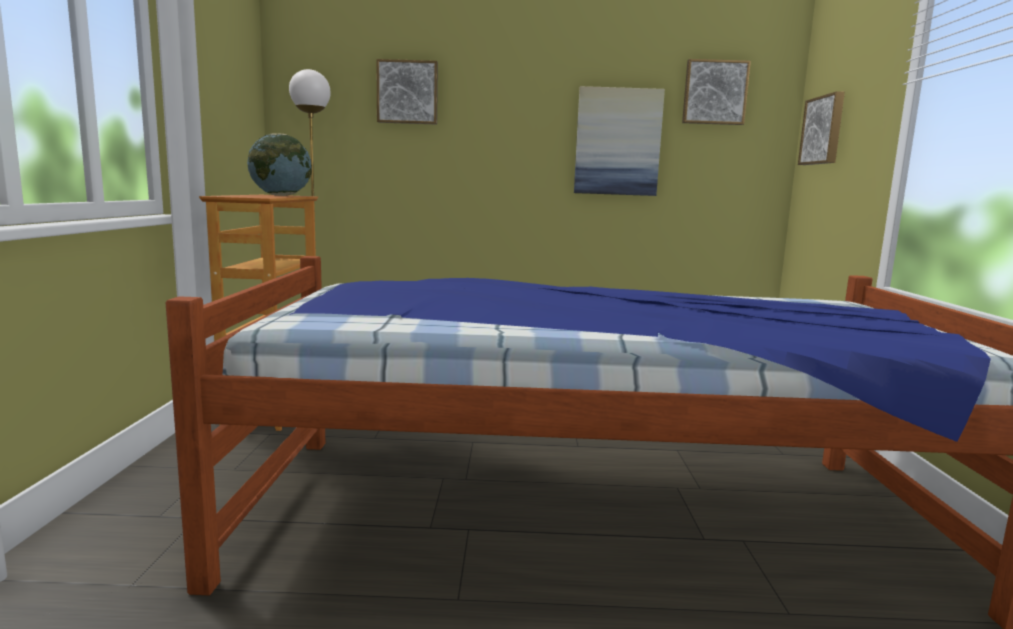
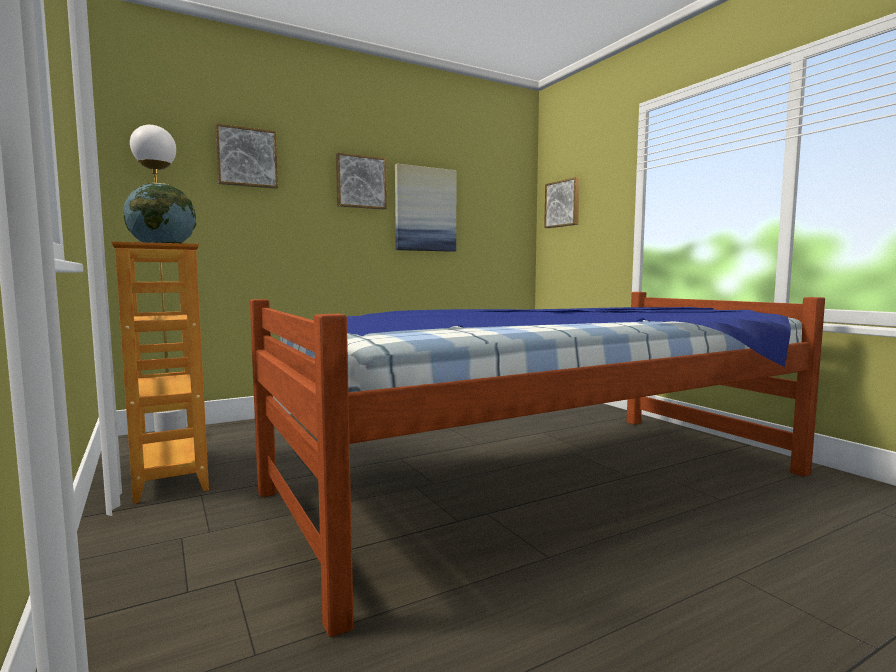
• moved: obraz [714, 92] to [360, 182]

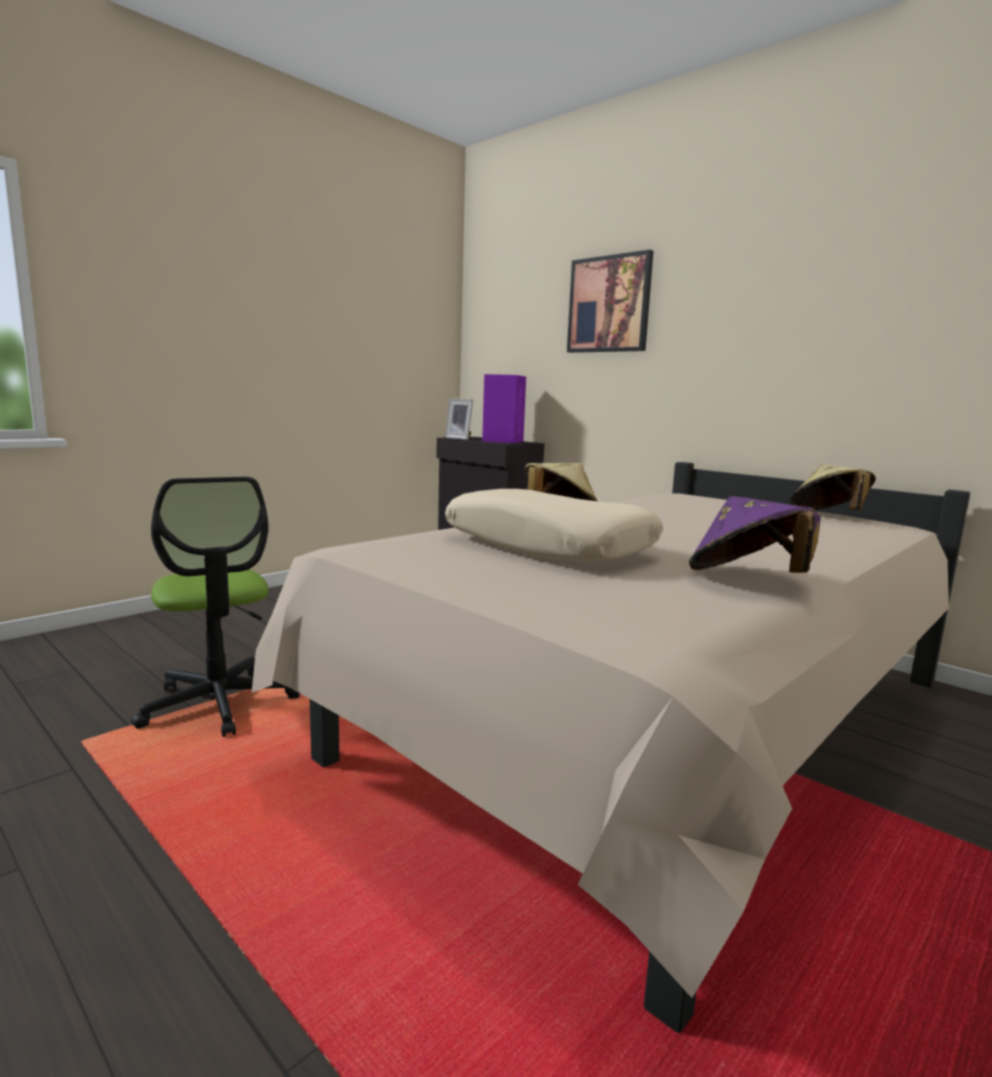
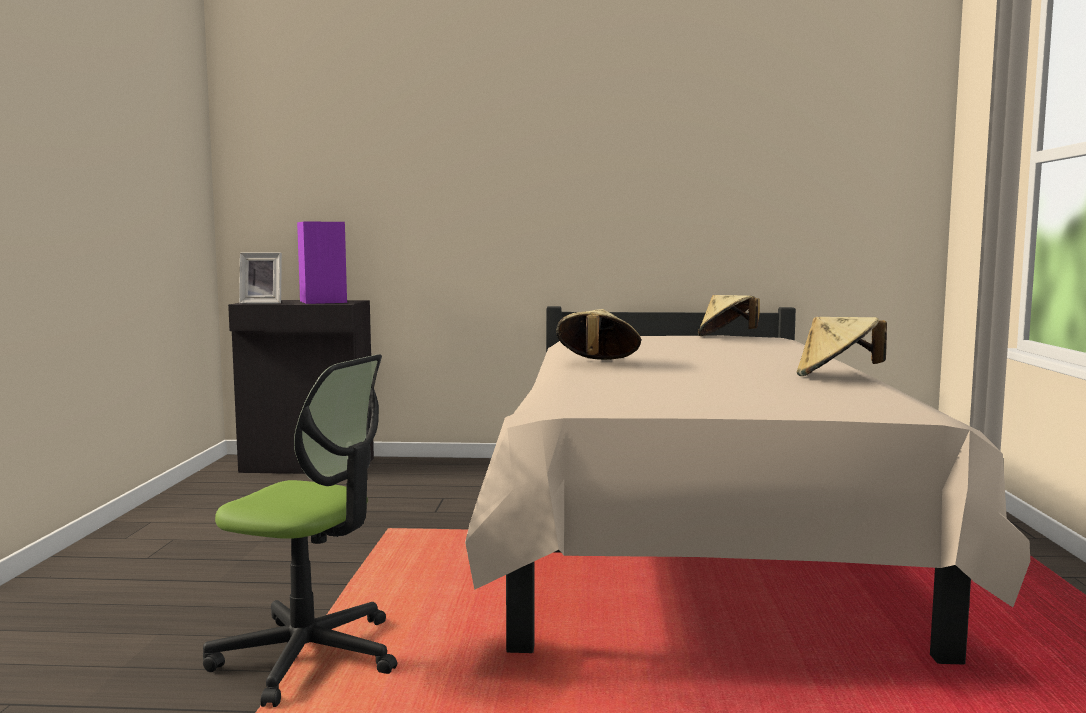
• recoloured: kapelusz (fioletowy) [746, 579] to kapelusz (beżowy) [836, 376]
• removed: poduszka (beżowy) [548, 546]
• removed: obraz [609, 304]

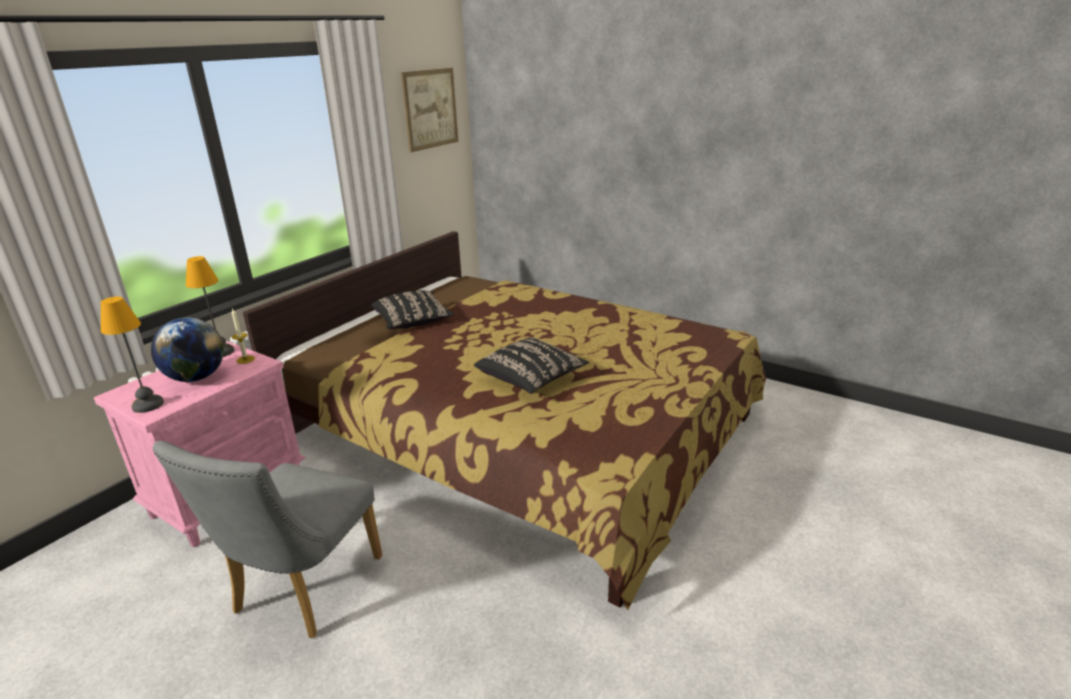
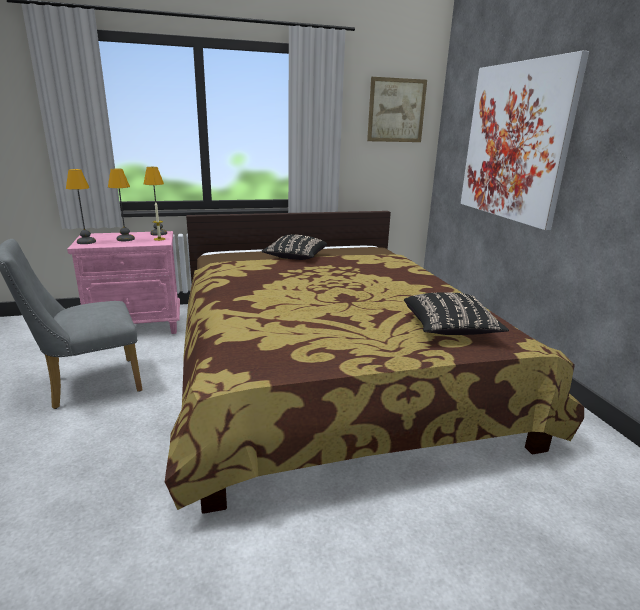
• replaced: globus [196, 377] to lampa stołowa [125, 239]
• moved: poduszka (czarny) [531, 379] to [449, 329]
• added: obraz [515, 142]

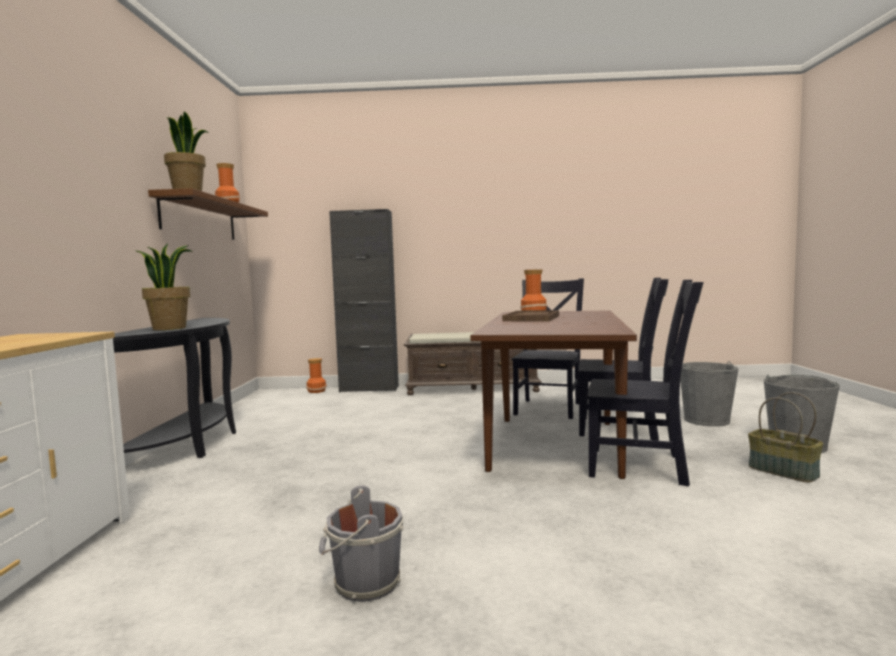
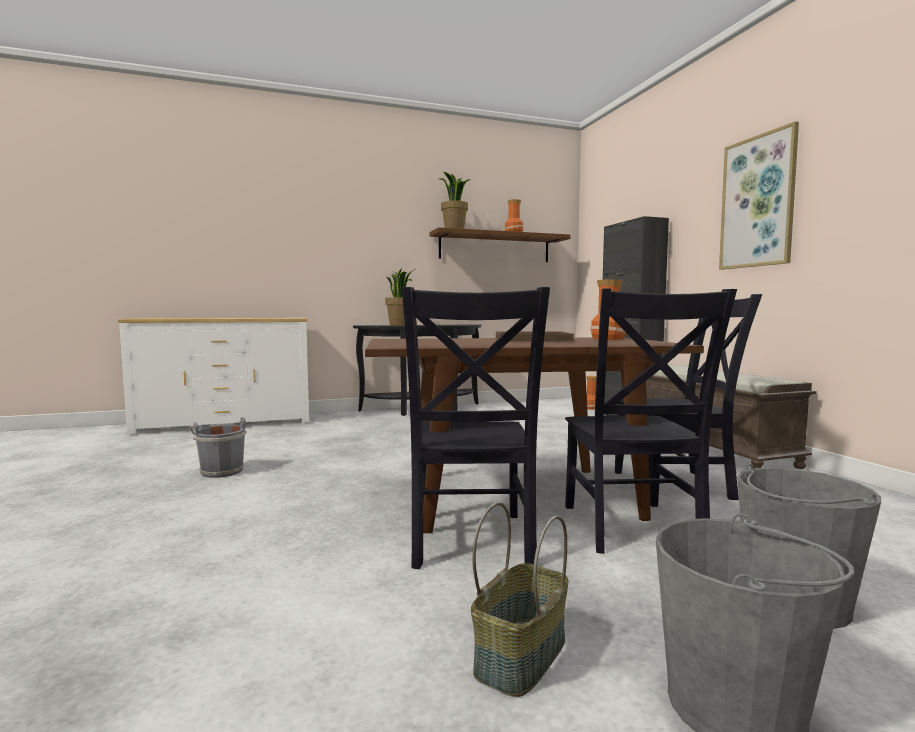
• added: obraz [757, 202]

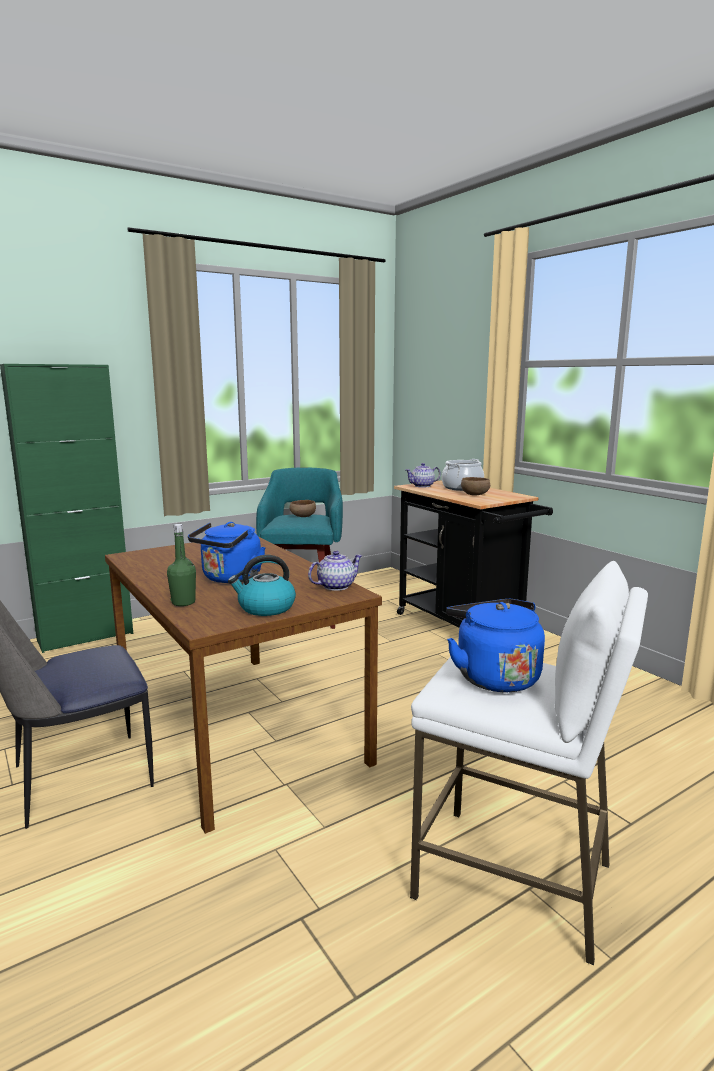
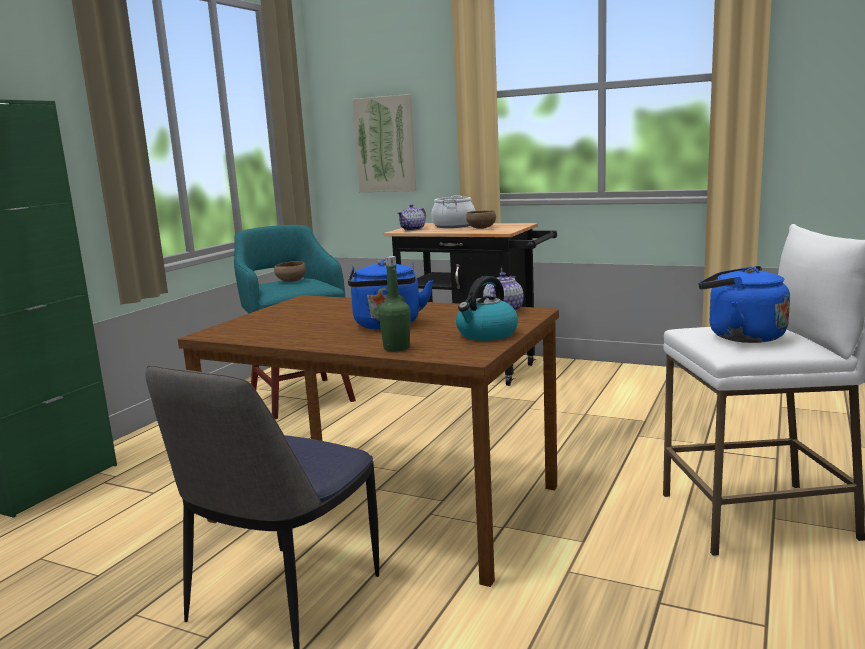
• added: obraz [385, 144]

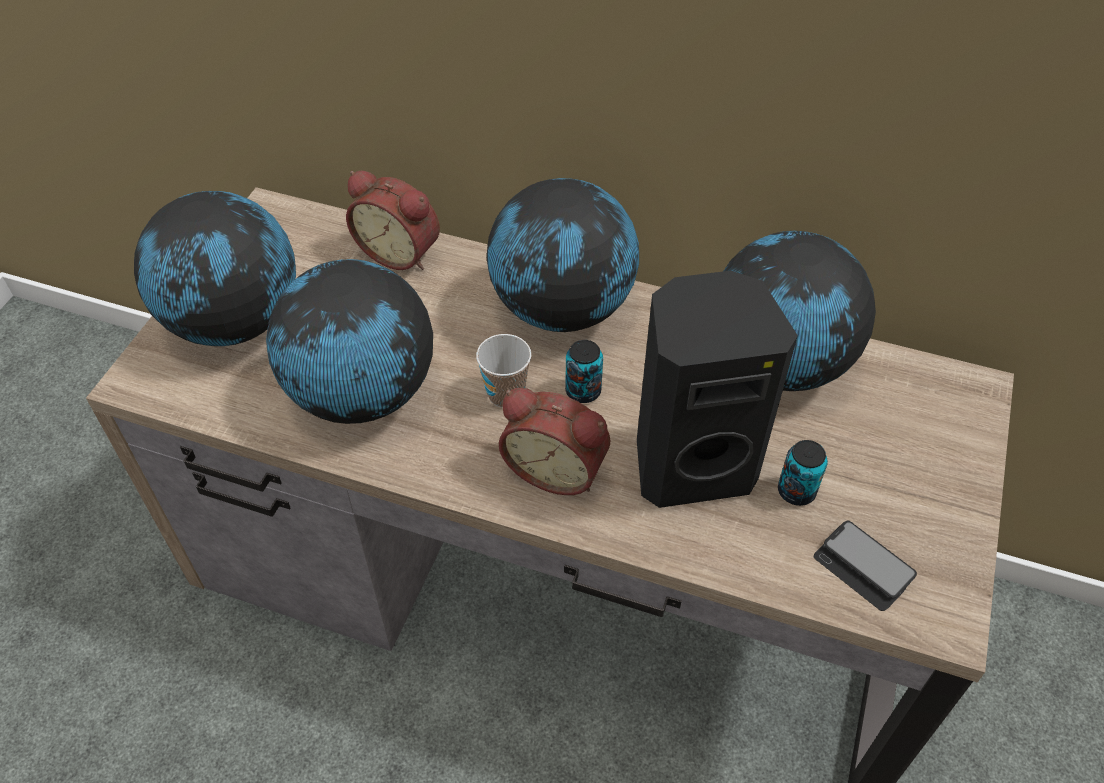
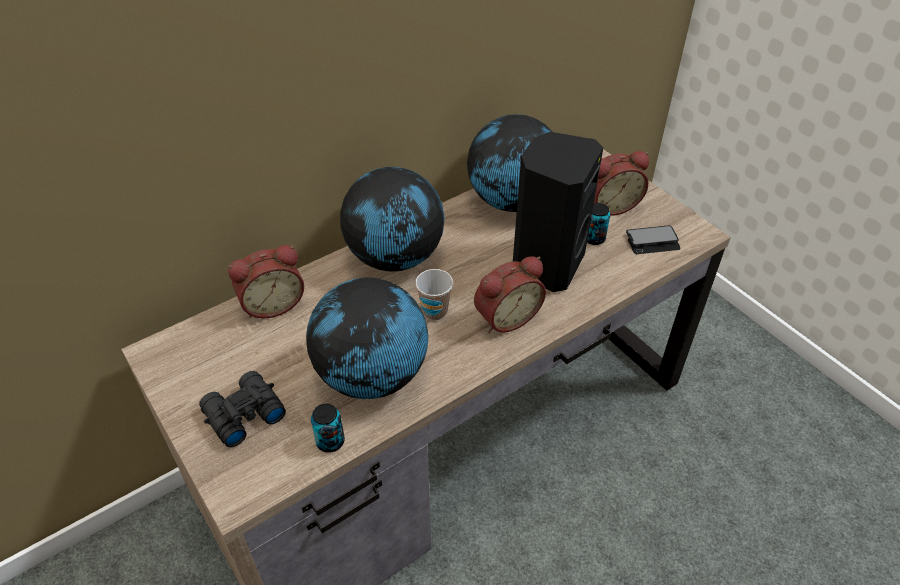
• replaced: globus [236, 322] to lornetka (czarny) [242, 414]
• moved: puszka [583, 391] to [330, 441]
• added: budzik [610, 204]

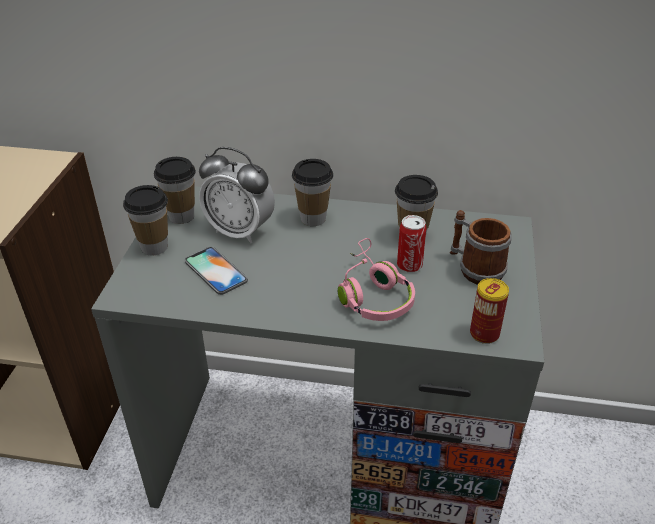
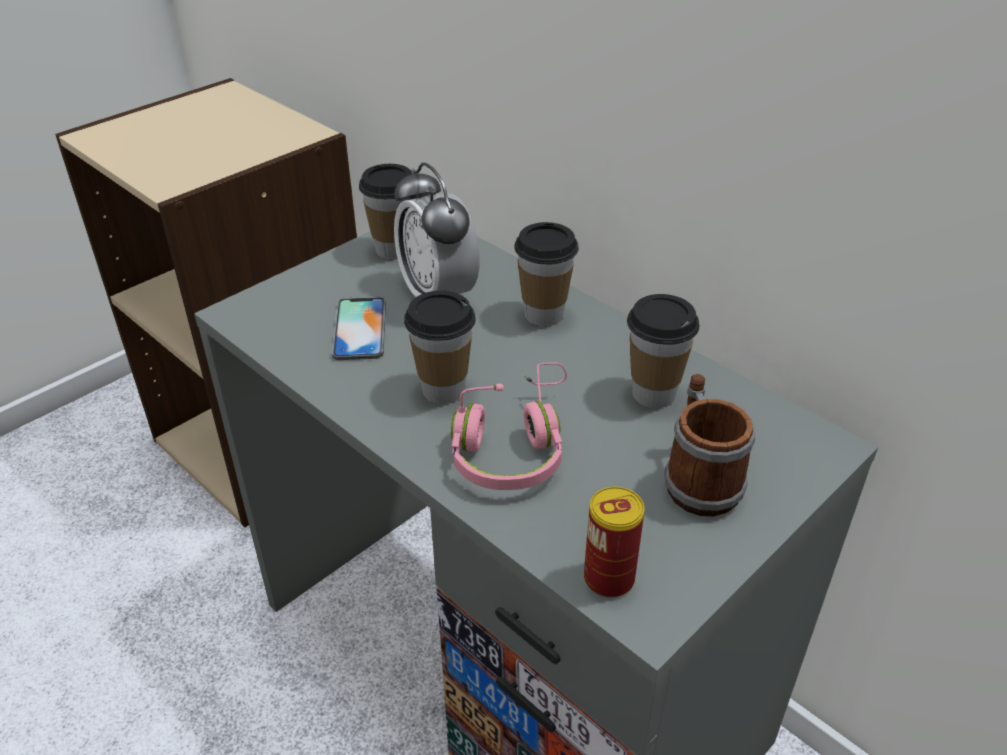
• moved: filiżanka [154, 247] to [443, 390]
• removed: puszka [409, 265]

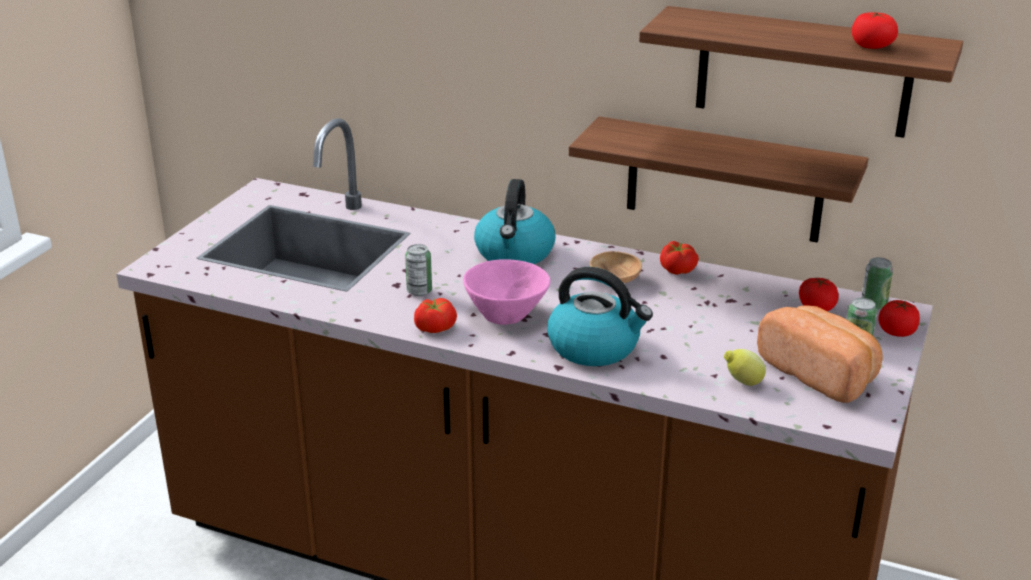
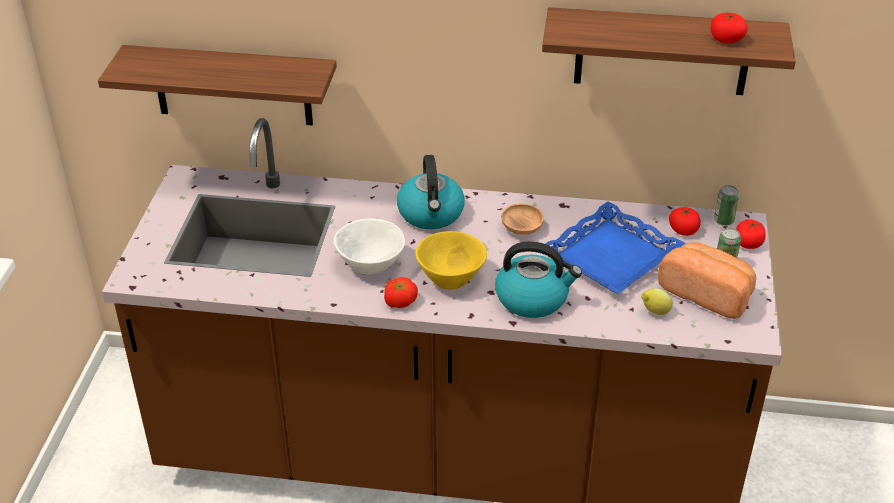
• moved: półka [724, 180] to [232, 85]
• replaced: puszka [419, 291] to miska (biały) [371, 266]
• recoloured: miska (różowy) [508, 314] to miska (żółty) [453, 278]
• added: taca (niebieski) [611, 255]
• removed: pomidor [678, 269]

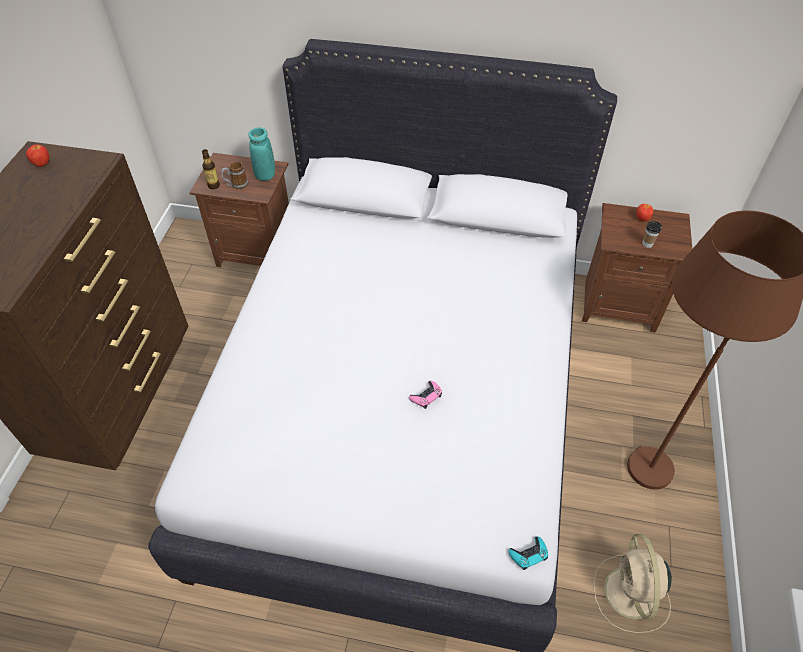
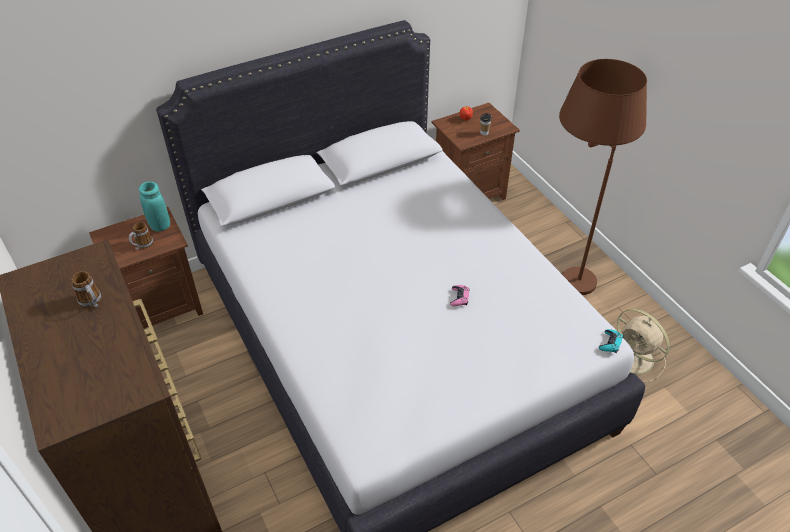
• added: kubek [92, 302]
• removed: jabłko [42, 164]
• removed: butelka [214, 186]

